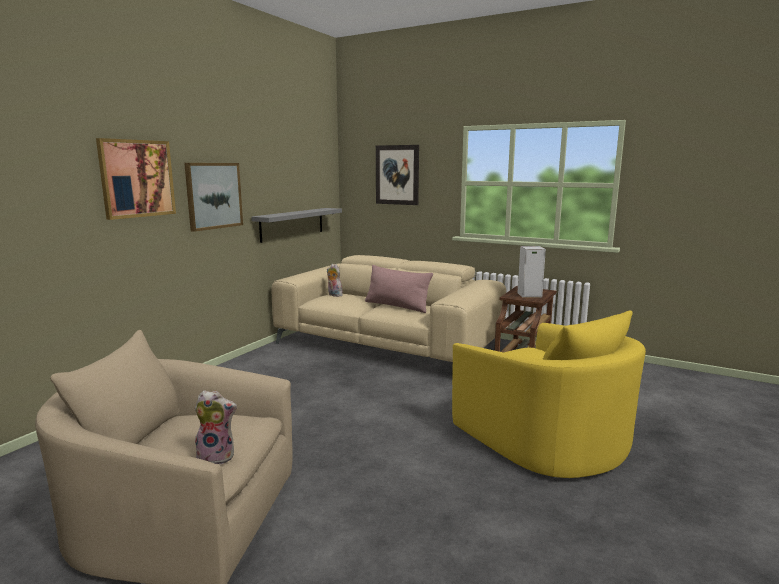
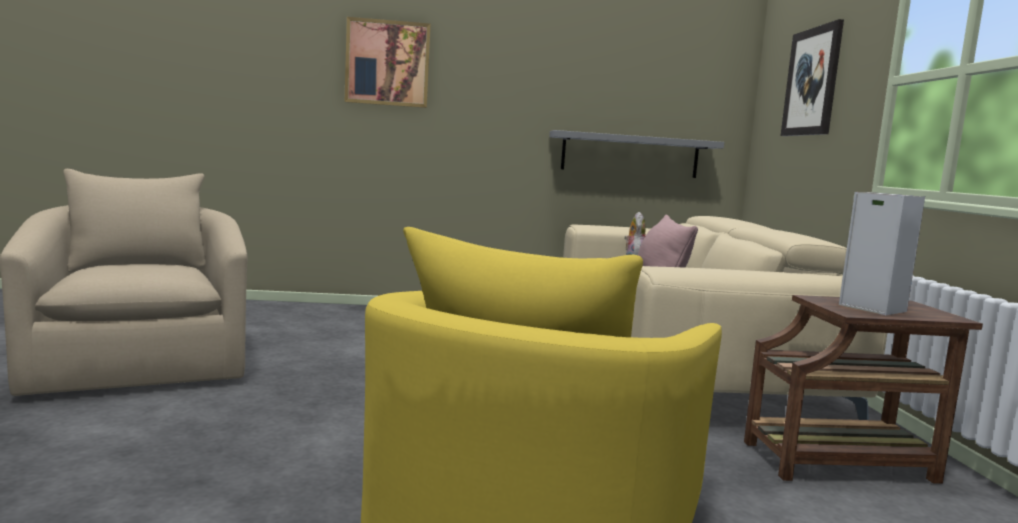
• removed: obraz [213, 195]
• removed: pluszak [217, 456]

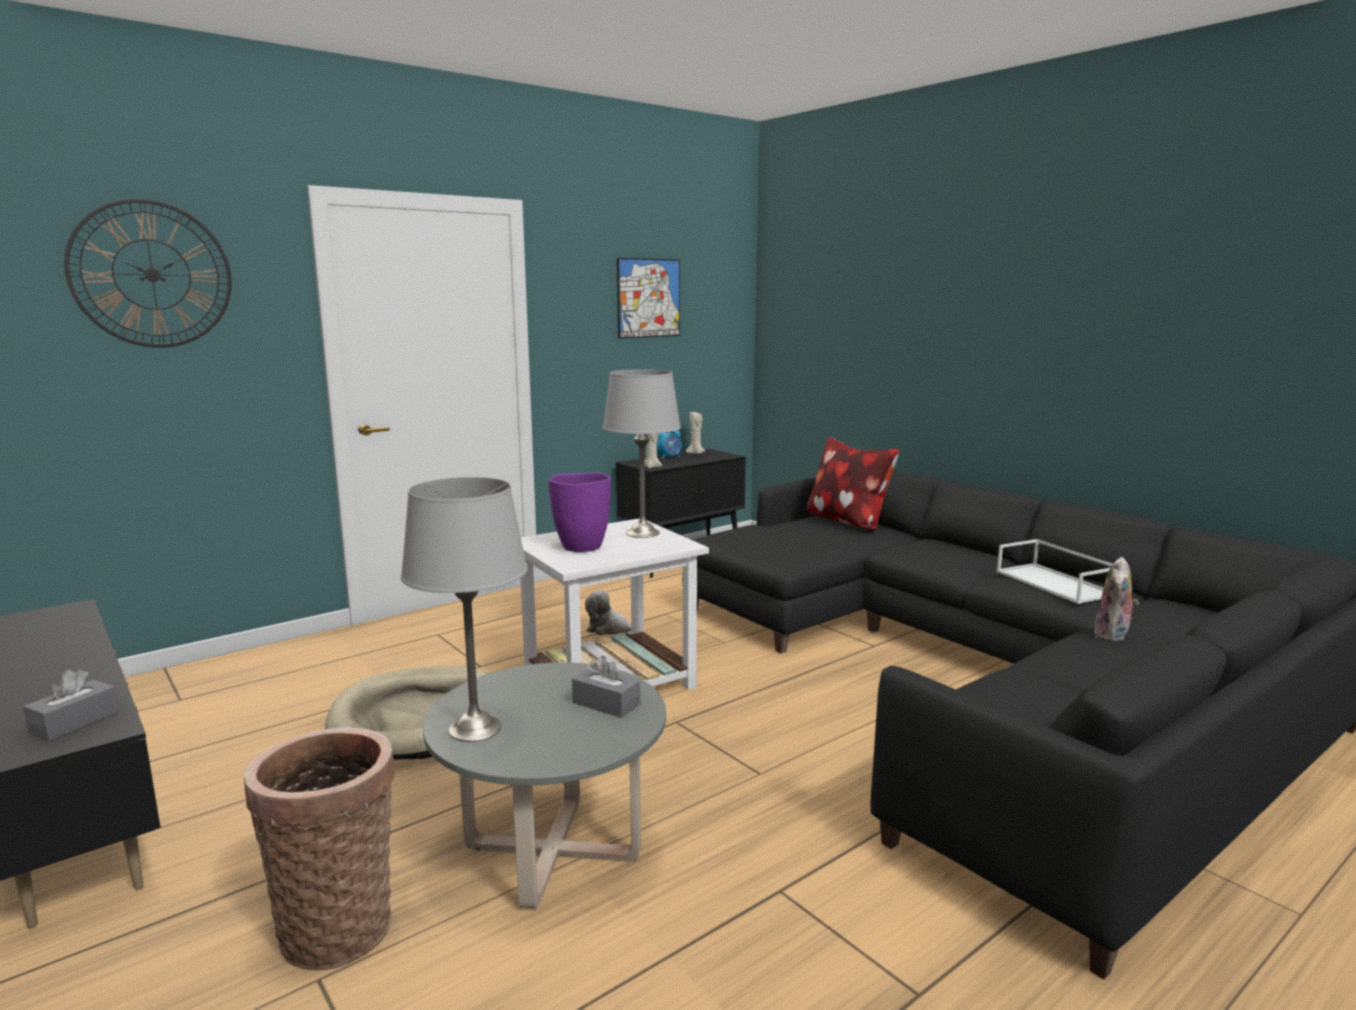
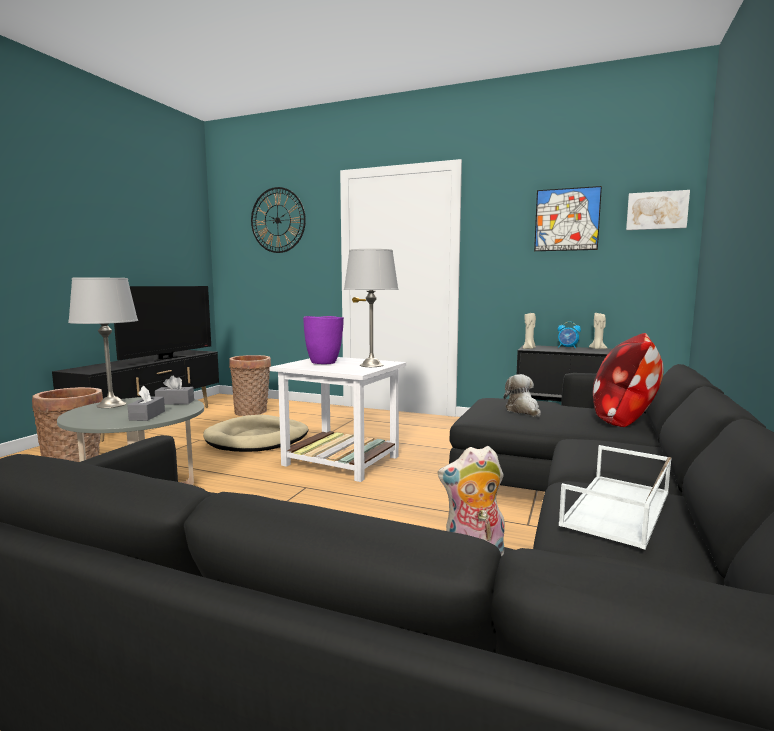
• added: telewizor [167, 358]
• moved: pudełko chusteczek (szary) [74, 722] to [175, 402]
• added: koszyk [252, 412]
• moved: pluszak [609, 629] to [523, 411]
• added: obraz [656, 210]

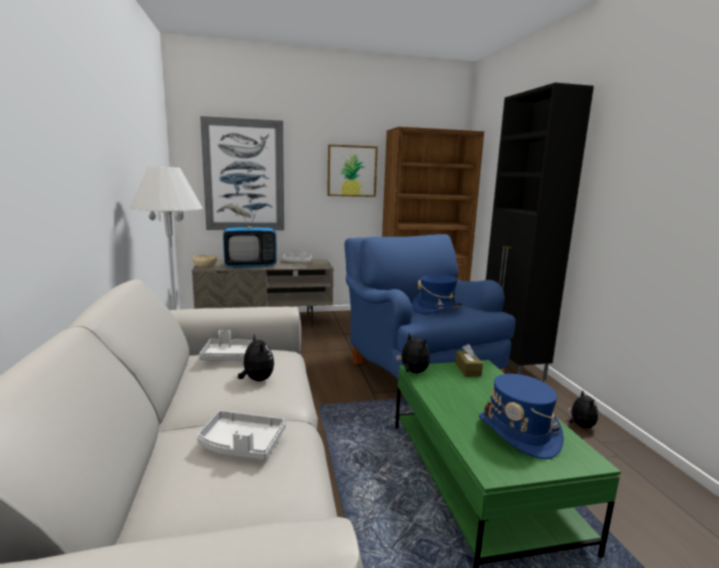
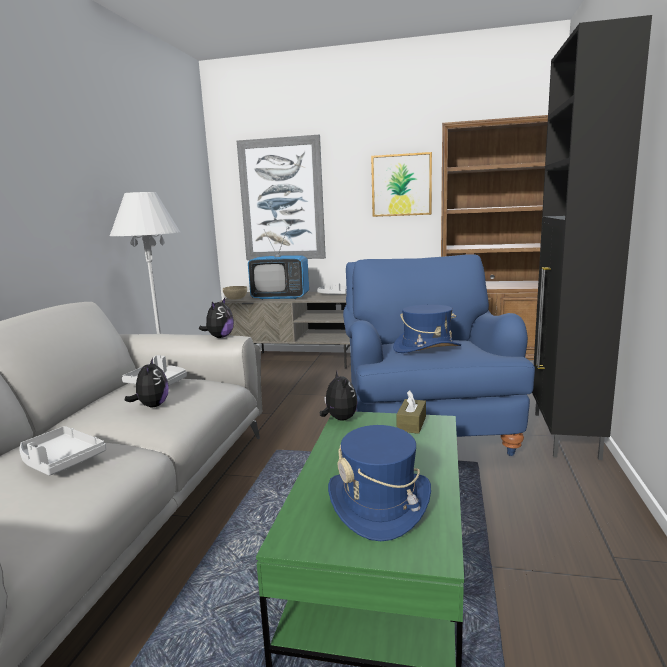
• moved: pluszak [580, 426] to [219, 337]

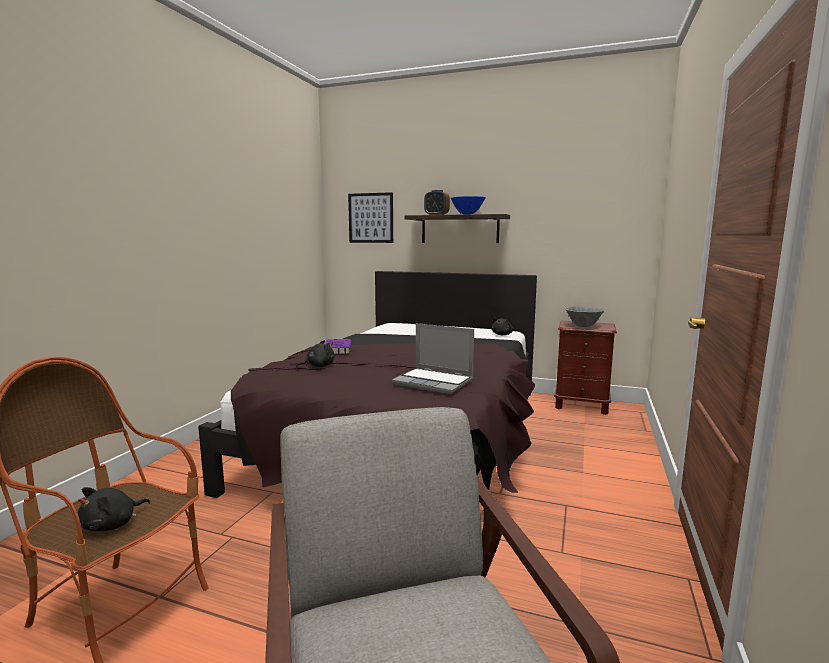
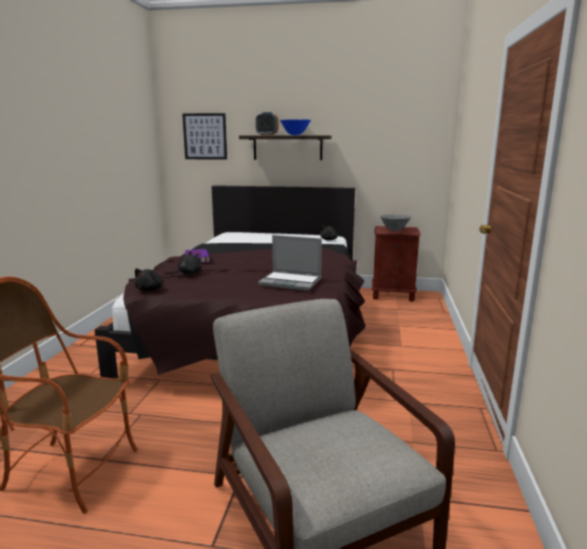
• moved: pluszak (czarny) [112, 524] to [150, 290]

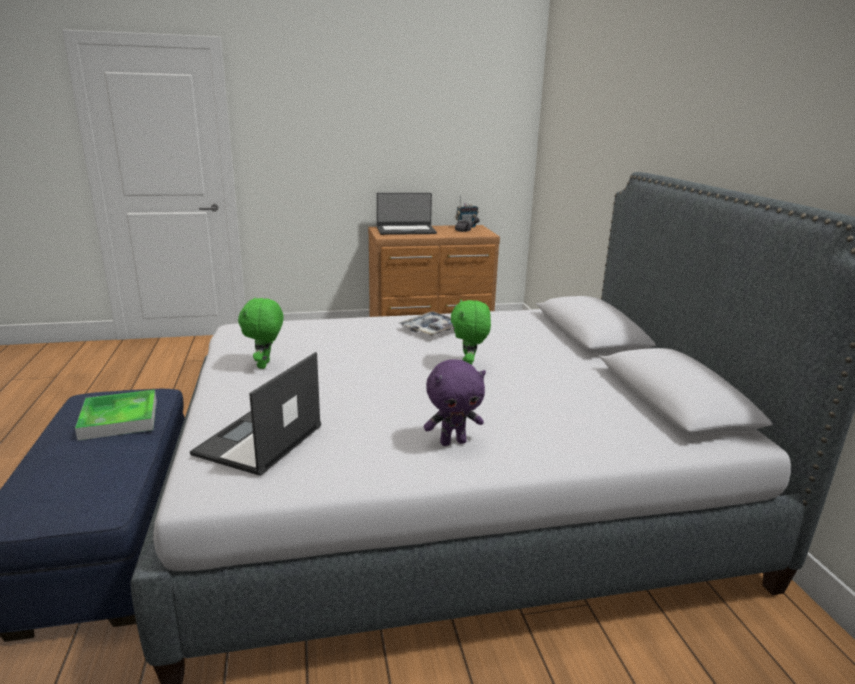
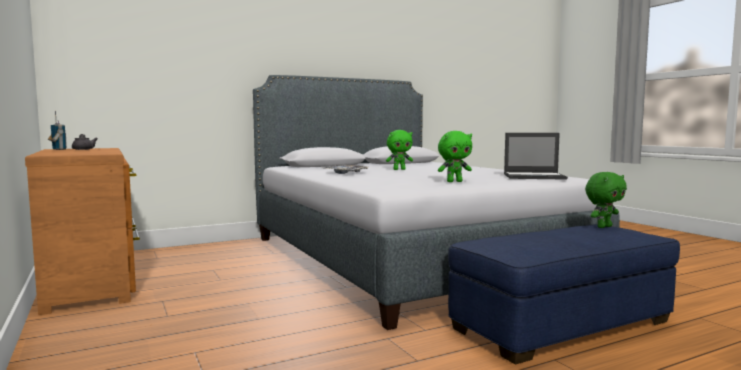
• added: pluszak (zielony) [603, 226]
• removed: taca [119, 419]
• removed: laptop [406, 230]
• removed: pluszak (fioletowy) [453, 442]

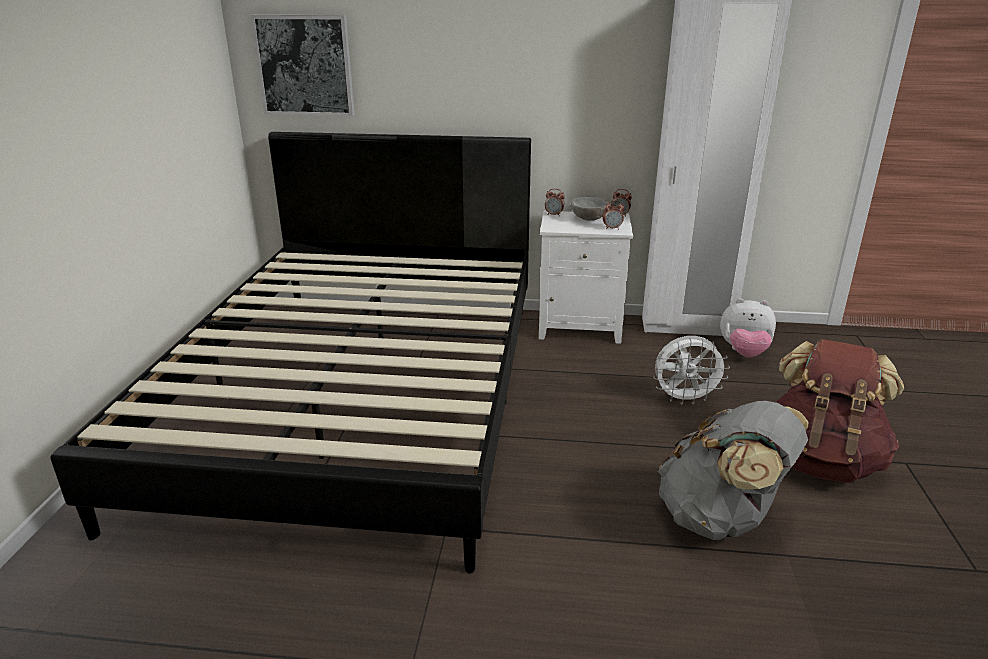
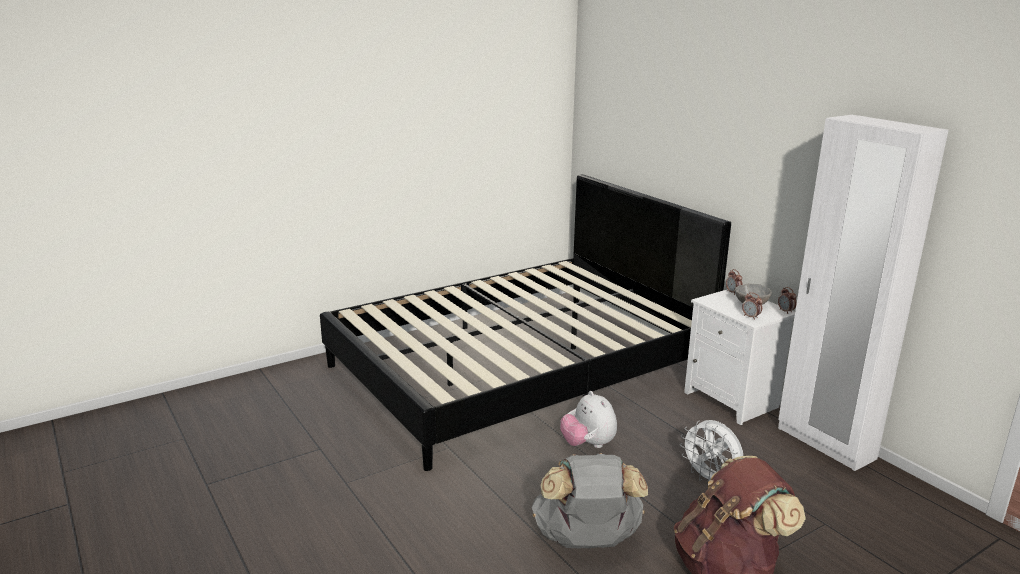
• moved: pluszak [744, 353] to [588, 444]
• removed: obraz [305, 65]

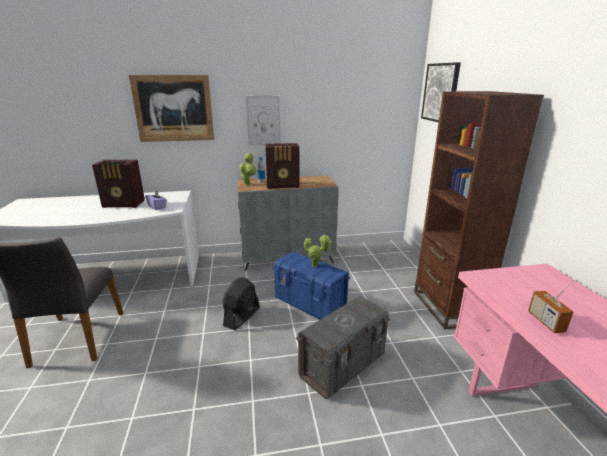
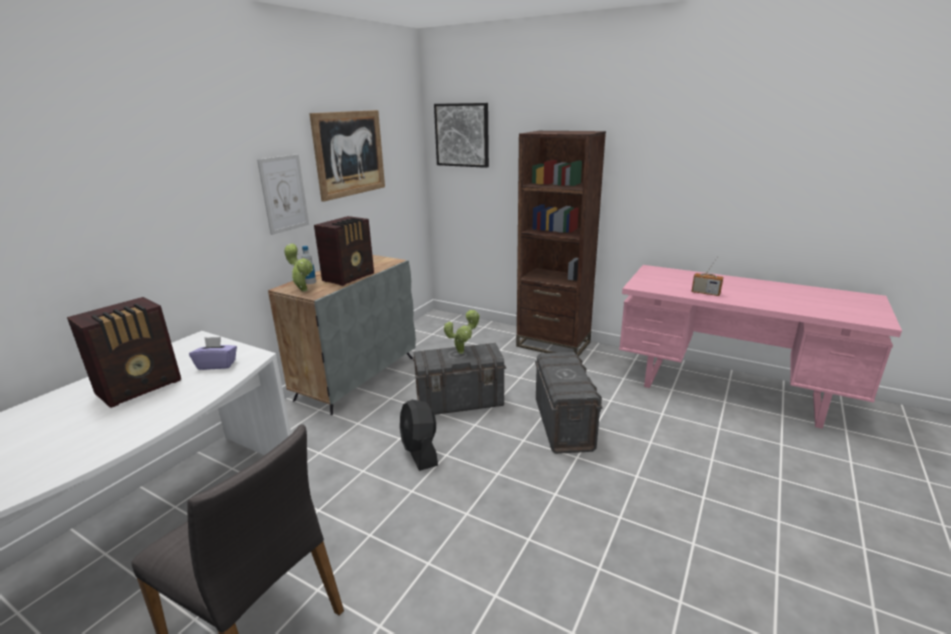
• moved: obraz [174, 108] to [349, 153]
• recoloured: pojemnik do przechowywania (niebieski) [310, 304] to pojemnik do przechowywania (szary) [460, 402]

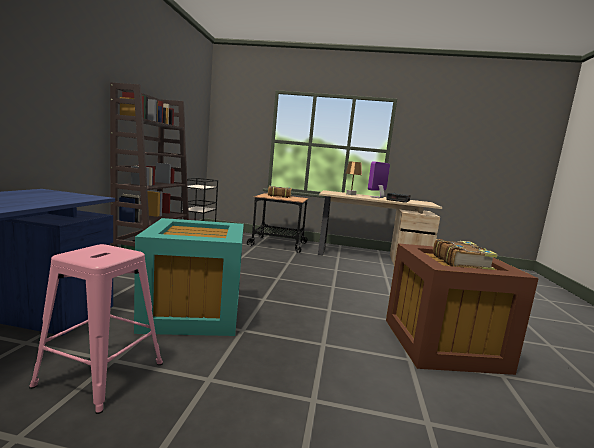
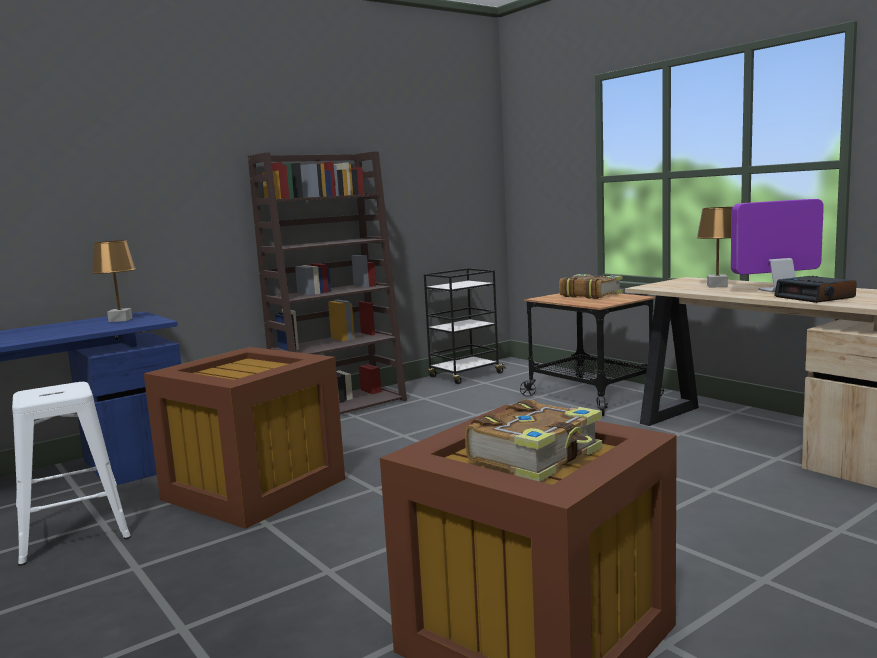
• recoloured: stołek (różowy) [101, 375] to stołek (biały) [72, 533]
• added: lampa stołowa (brązowy) [121, 320]
• recoloured: pojemnik do przechowywania (turkusowy) [192, 312] to pojemnik do przechowywania (brązowy) [254, 488]

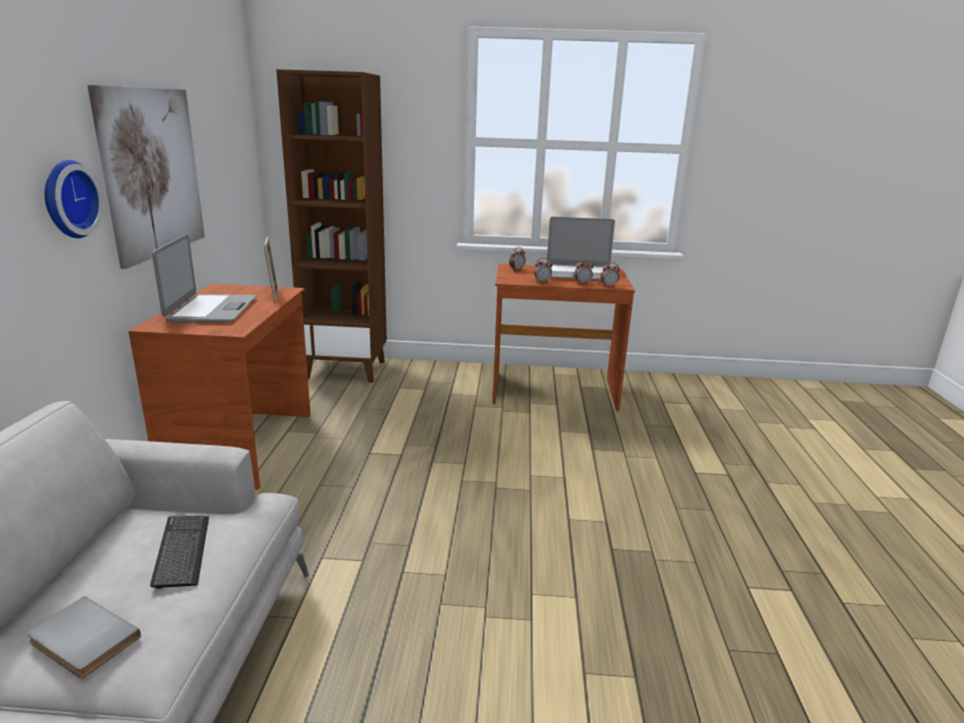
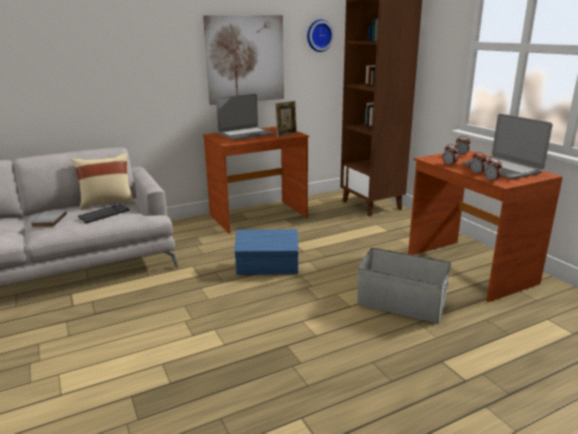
• added: poduszka (beżowy) [107, 203]
• added: pojemnik do przechowywania (niebieski) [268, 268]
• moved: zegar ścienny [67, 199] to [319, 35]
• added: pojemnik do przechowywania (szary) [400, 304]

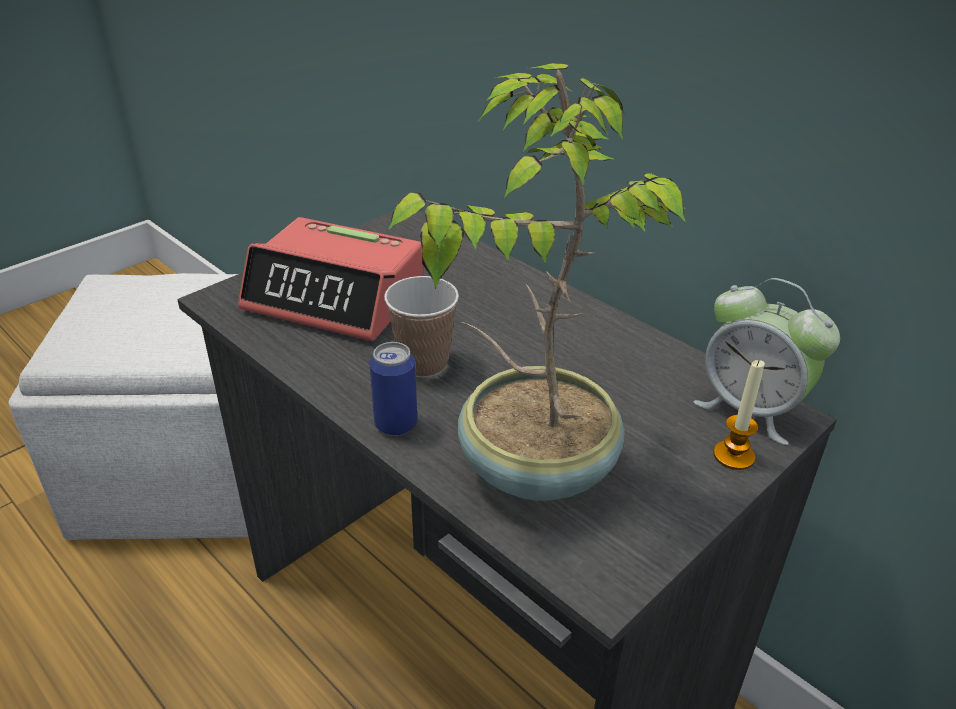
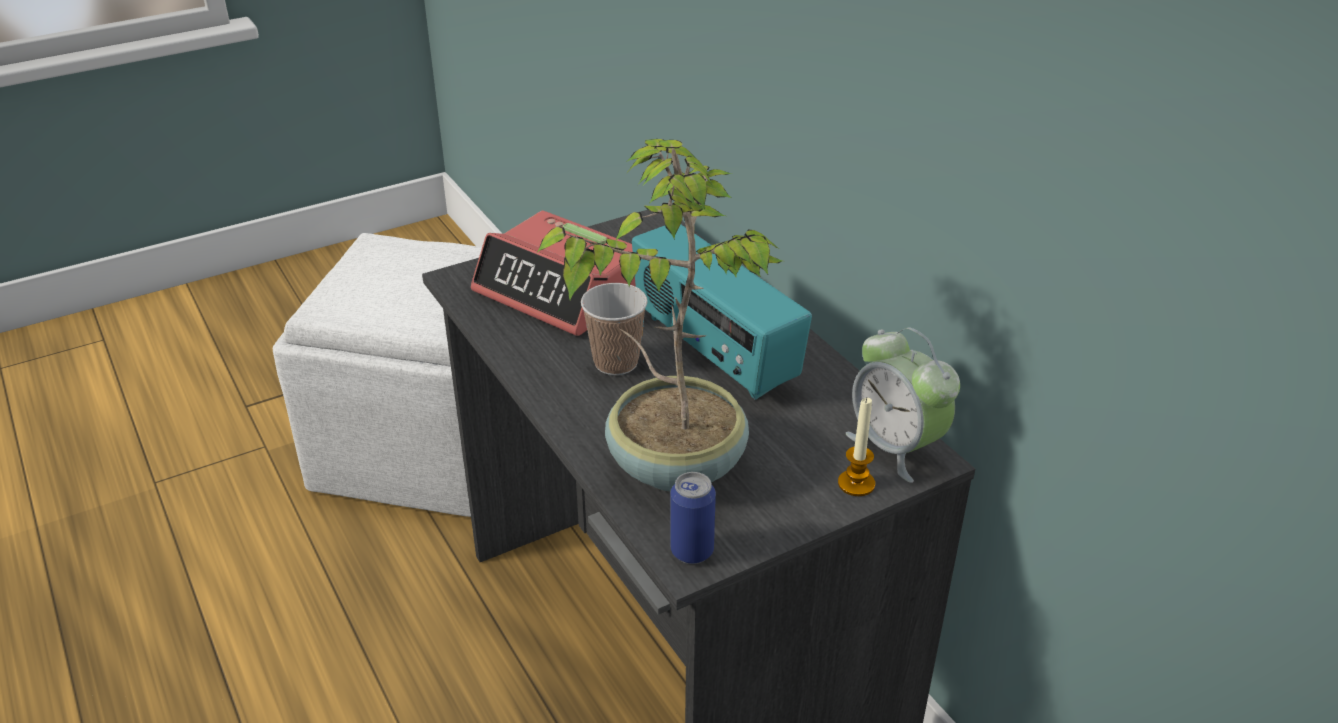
• added: radio [713, 351]
• moved: puszka [396, 424] to [692, 551]

